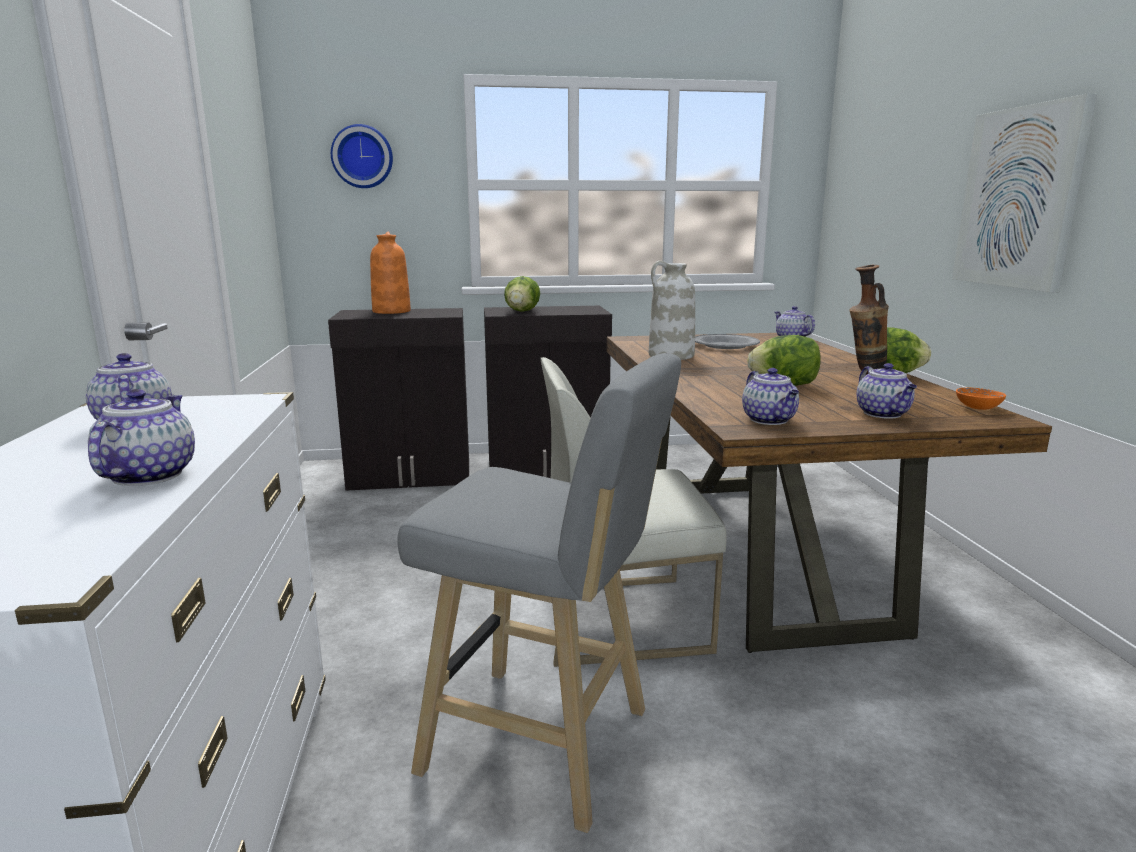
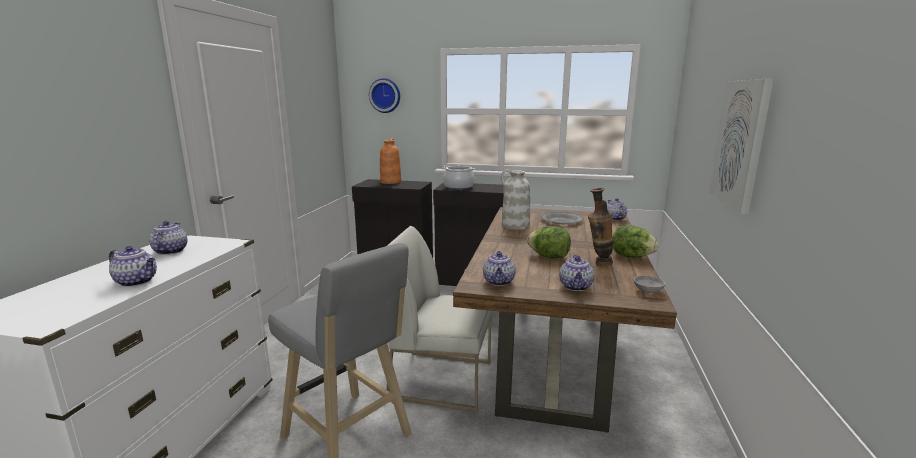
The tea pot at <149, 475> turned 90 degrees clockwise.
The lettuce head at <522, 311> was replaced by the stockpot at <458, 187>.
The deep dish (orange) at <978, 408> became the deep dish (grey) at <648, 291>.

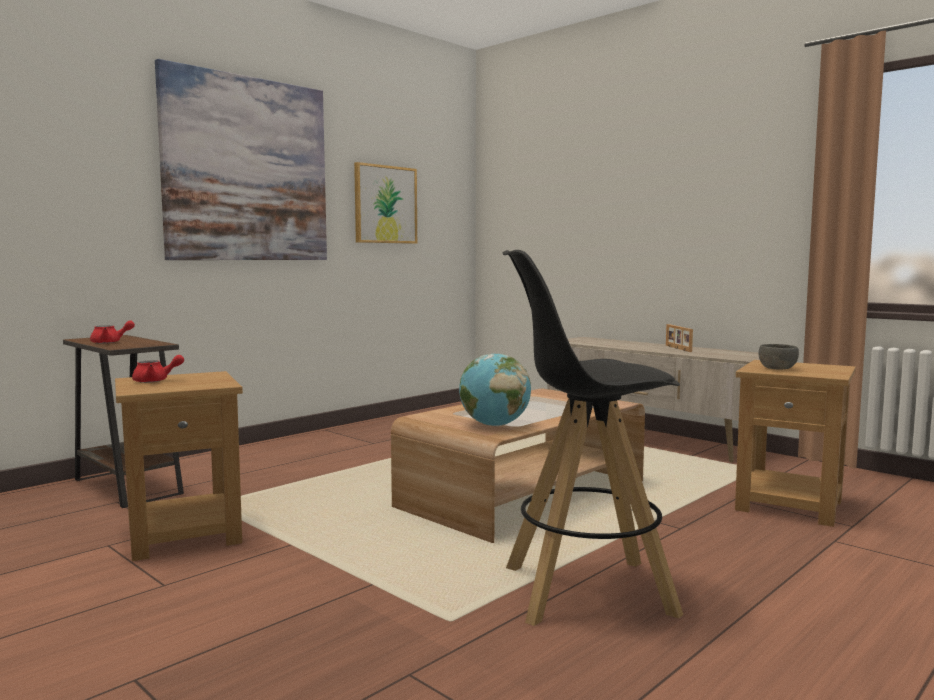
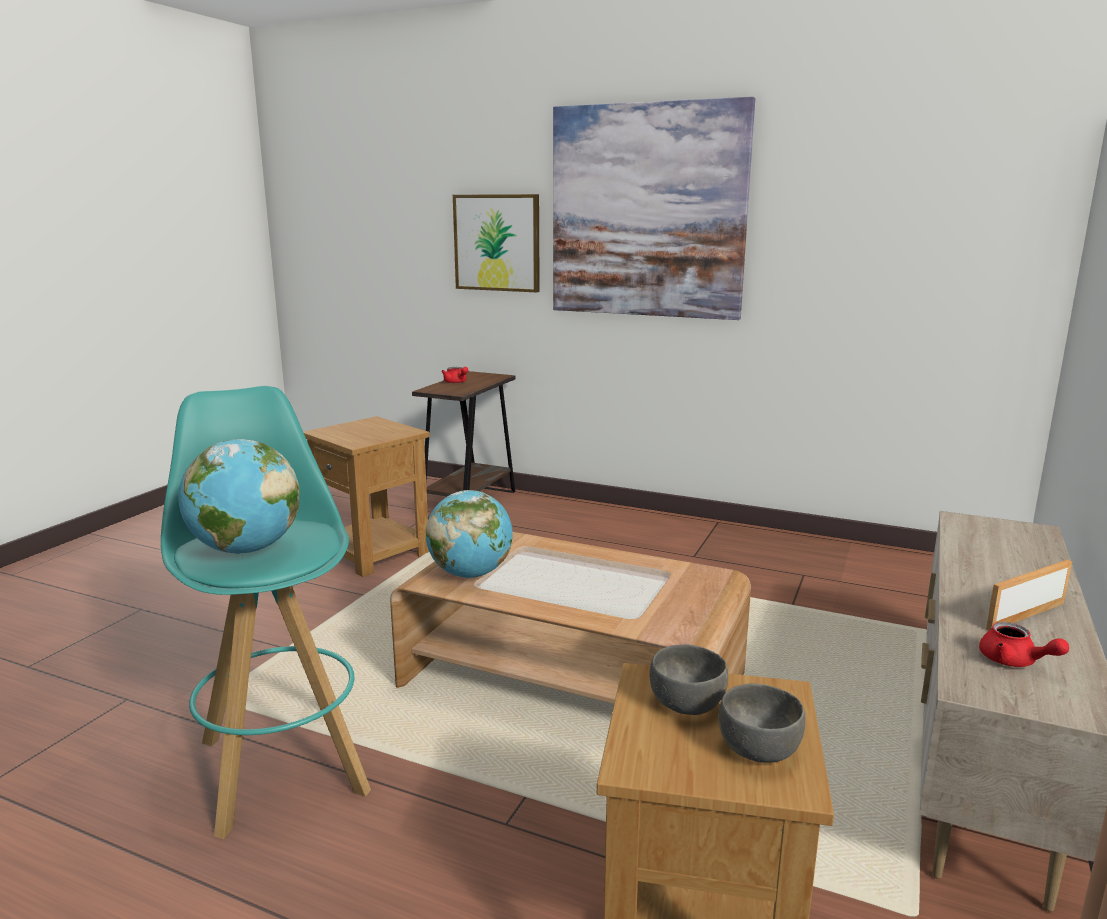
The sitting stool (black-coloured) at <585, 590> became the sitting stool (turquoise) at <283, 763>.
The world globe at <246, 550> appeared.
The picture moved from <385, 204> to <497, 243>.
The deep dish (grey) at <759, 749> appeared.
The tea pot (red-coloured) moved from <155, 381> to <1014, 661>.

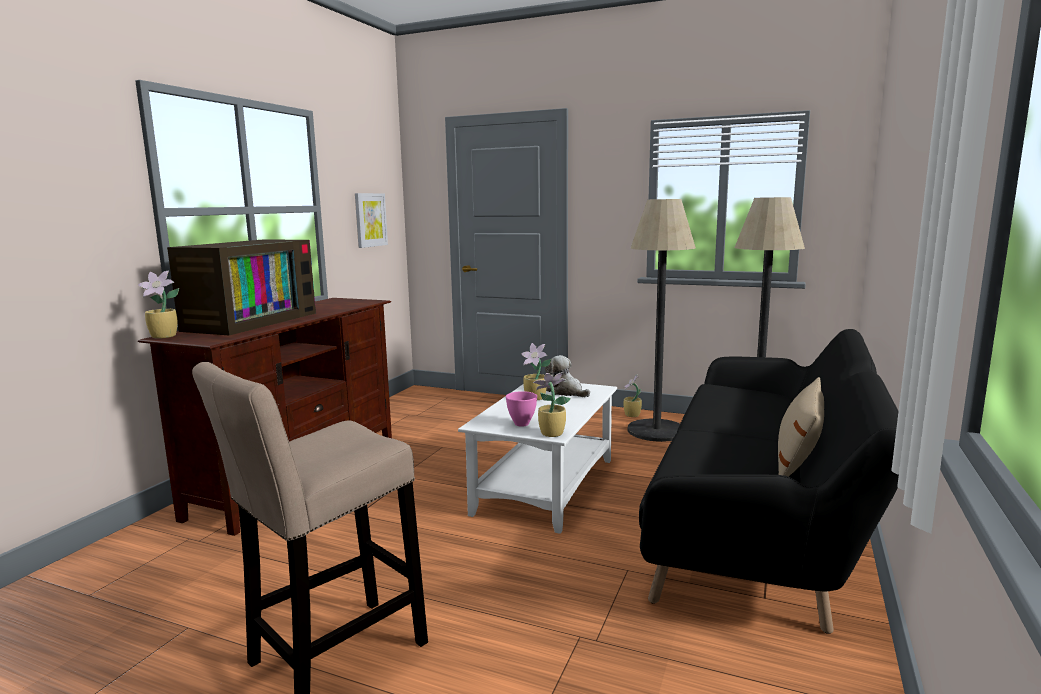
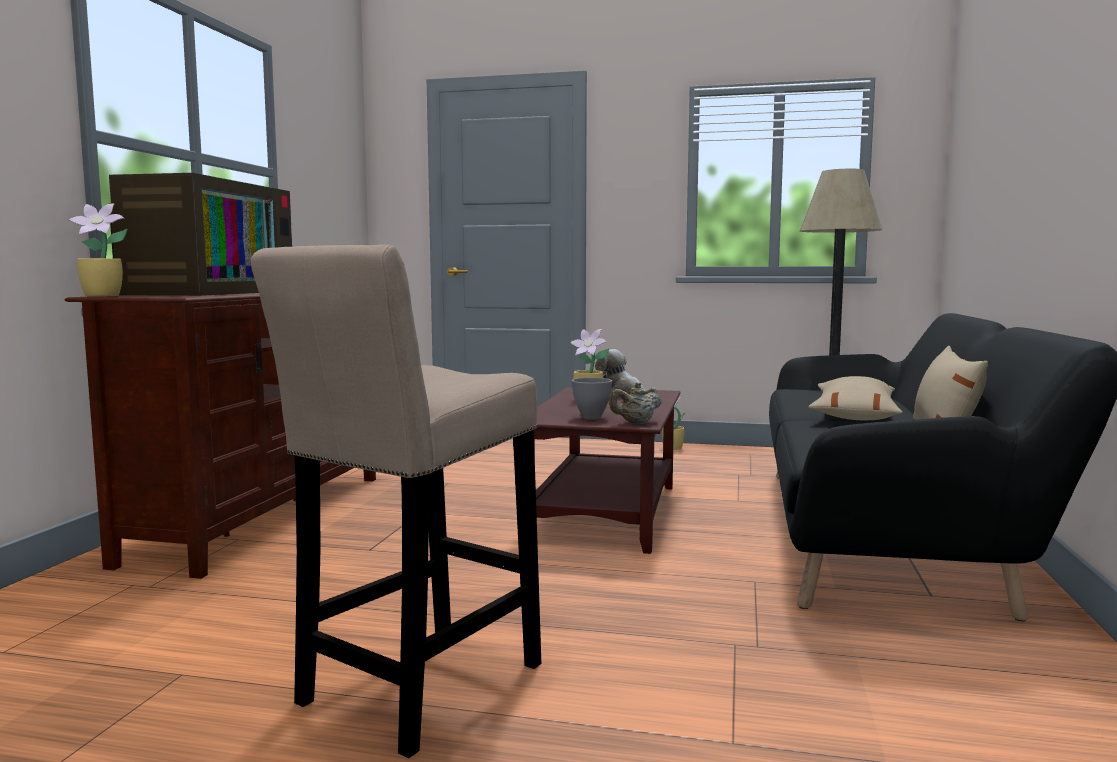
The lounge table (whitish) at <545, 487> became the lounge table (brown) at <605, 513>.
The deep dish (pink-coloured) at <521, 423> became the deep dish (grey) at <590, 417>.
The plant in a pot at <550, 433> was replaced by the tea pot (beige) at <635, 423>.
The pillow (beige) at <854, 415> appeared.
The picture at <370, 220> disappeared.
The standard lamp at <656, 431> disappeared.

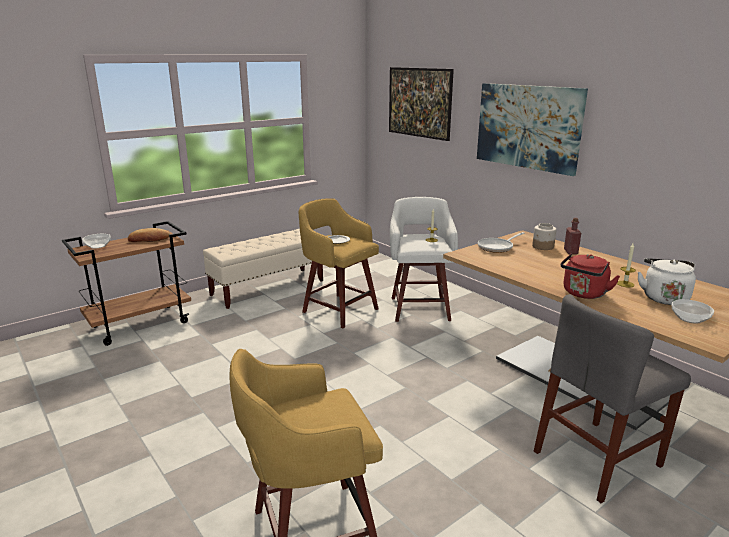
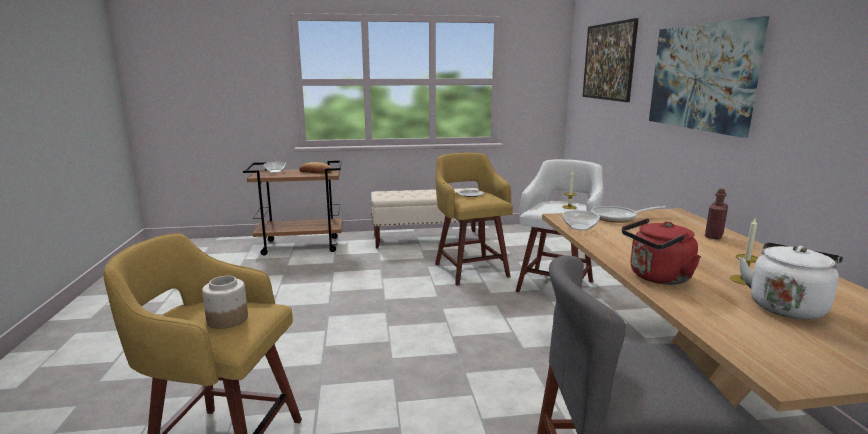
The preserve jar moved from <543, 247> to <227, 319>.
The deep dish moved from <690, 319> to <579, 227>.

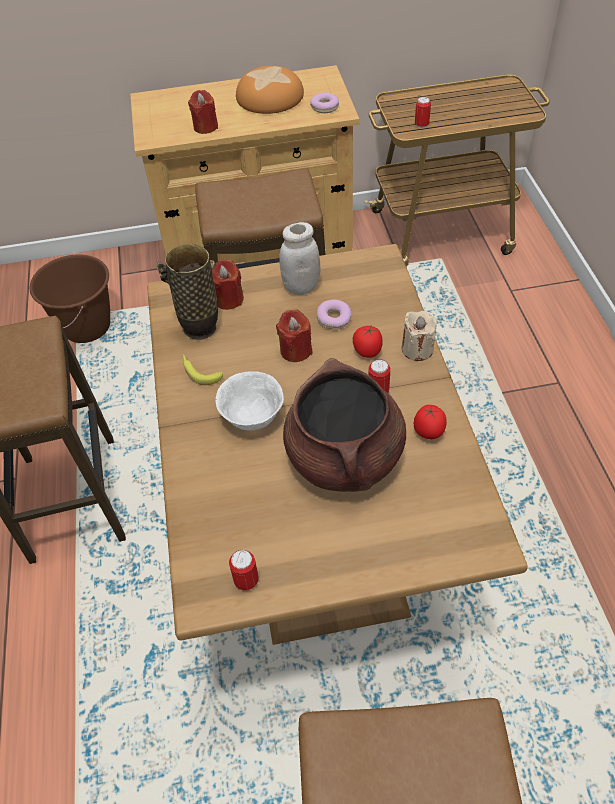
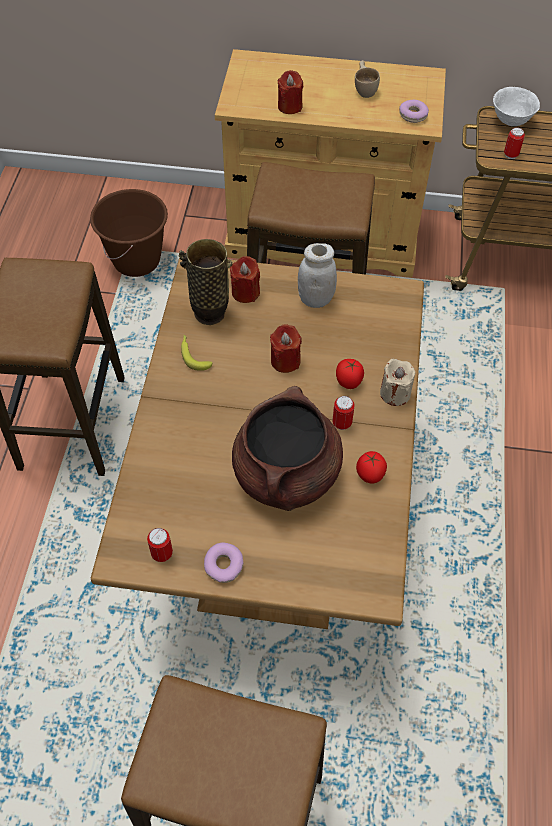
The doughnut moved from <334, 319> to <223, 565>.
The baked bread at <270, 97> was replaced by the drinking cup (beige) at <365, 89>.
The deep dish (whitish) moved from <253, 417> to <511, 120>.

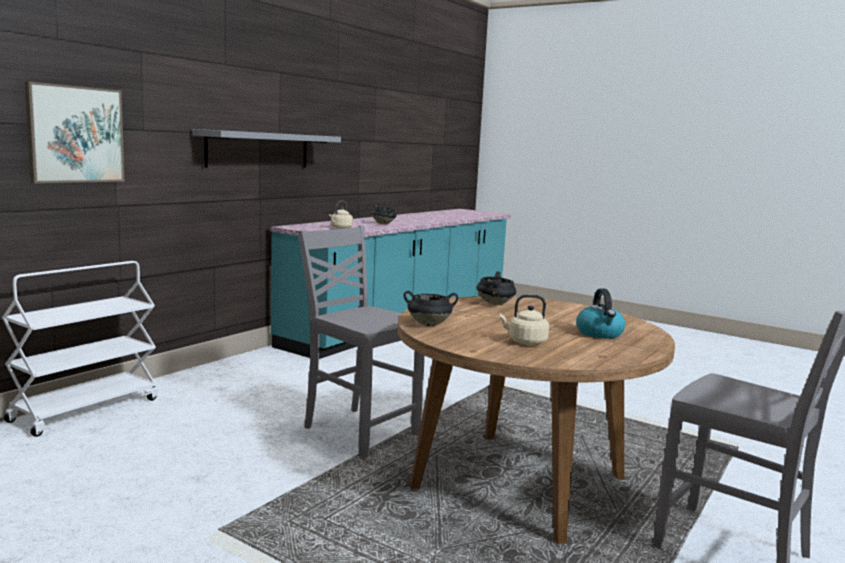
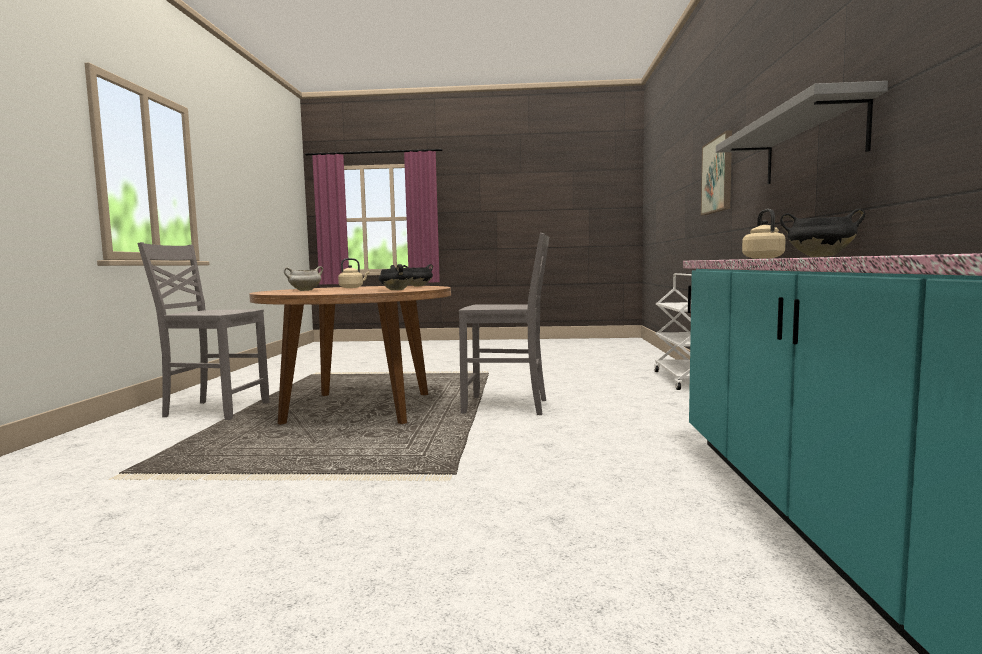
The kettle at <600, 333> was replaced by the stockpot (whitish) at <304, 290>.

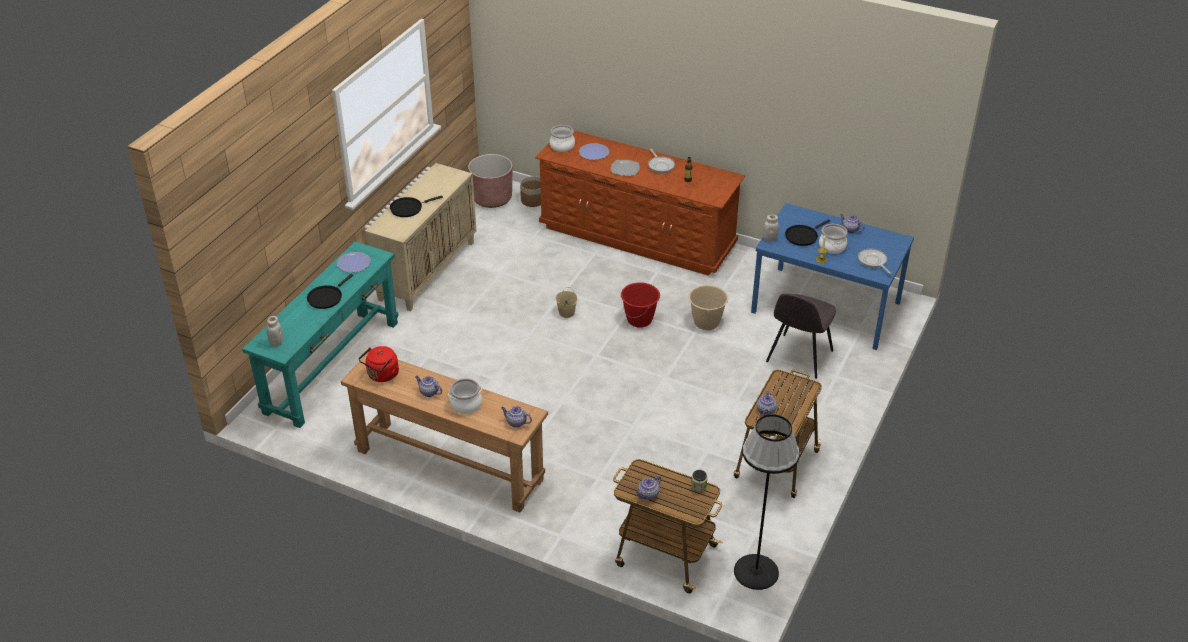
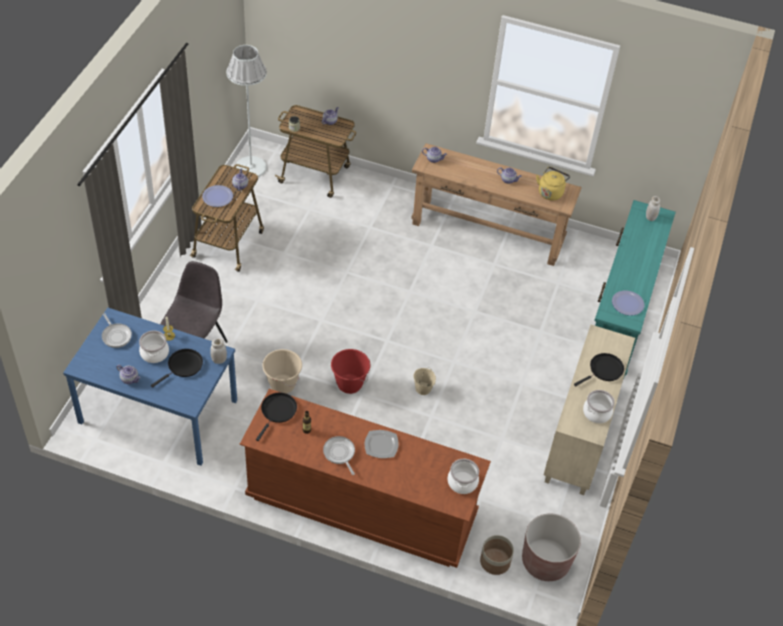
The dinner plate moved from <594, 152> to <217, 196>.
The standard lamp (black-coloured) at <756, 572> became the standard lamp (whitish) at <251, 167>.
The frying pan (black-coloured) moved from <326, 297> to <277, 411>.
The kettle (red-coloured) at <382, 375> became the kettle (yellow-coloured) at <551, 192>.
The stockpot moved from <466, 405> to <596, 412>.

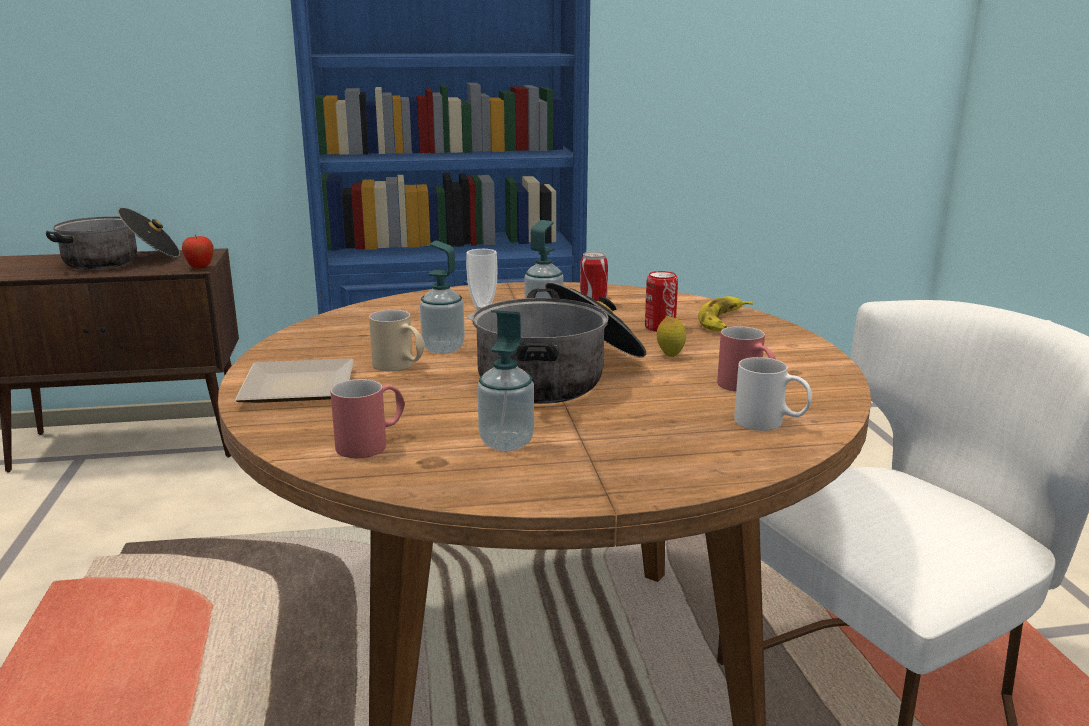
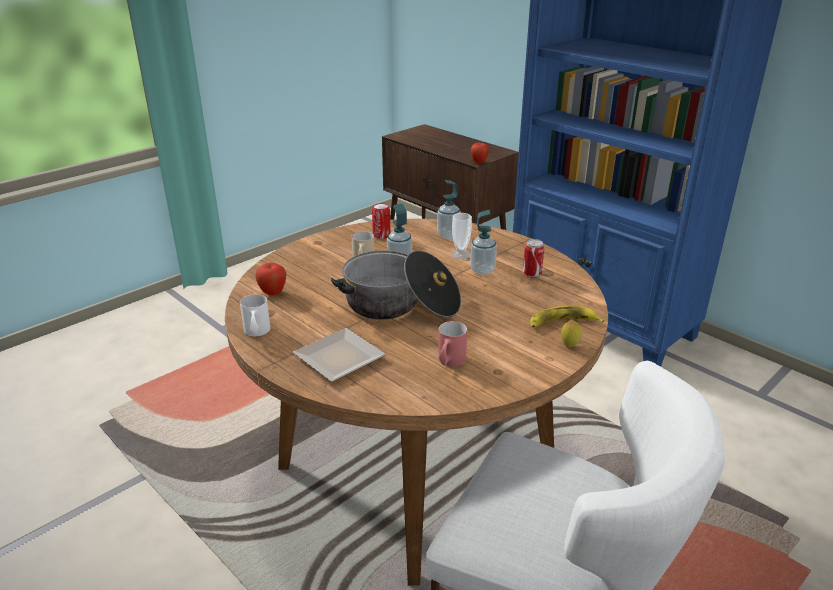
The mug (whitish) moved from <770, 424> to <257, 333>.
The mug (red-coloured) at <372, 443> was replaced by the whole apple at <273, 293>.
The dinner plate moved from <302, 386> to <342, 358>.
The can moved from <660, 327> to <381, 235>.
The soap bottle moved from <506, 442> to <448, 235>.
The whole lemon moved from <670, 355> to <569, 345>.
The stockpot at <120, 260> disappeared.

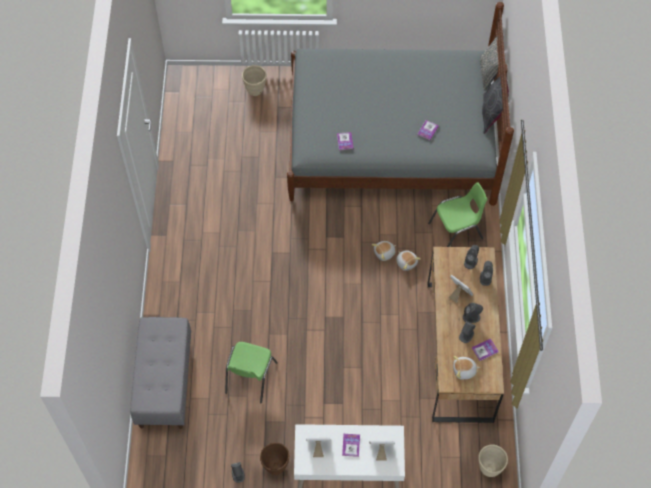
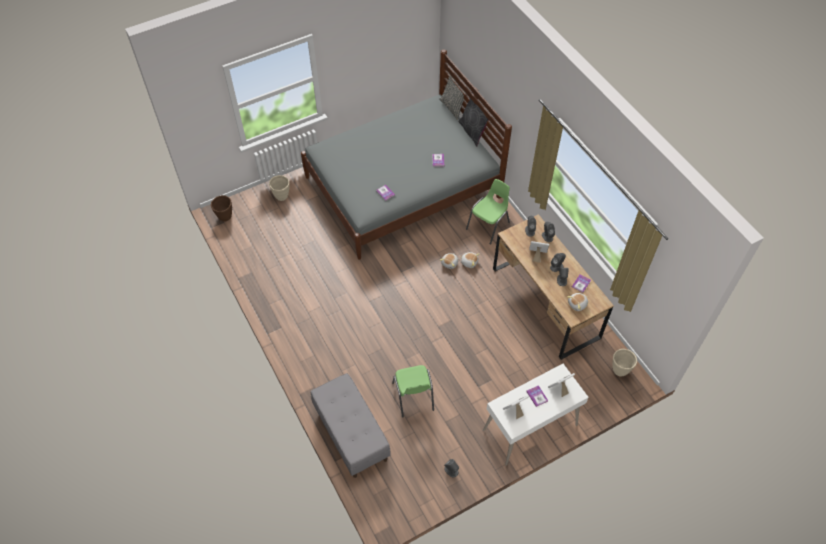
The planter (brown) moved from <275, 466> to <225, 217>.

